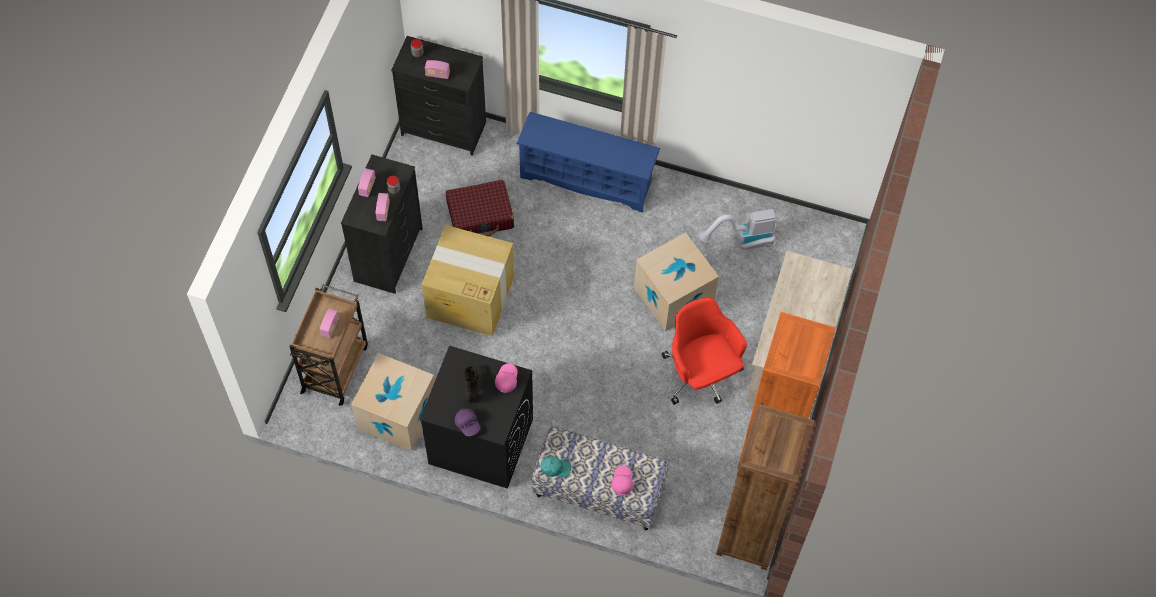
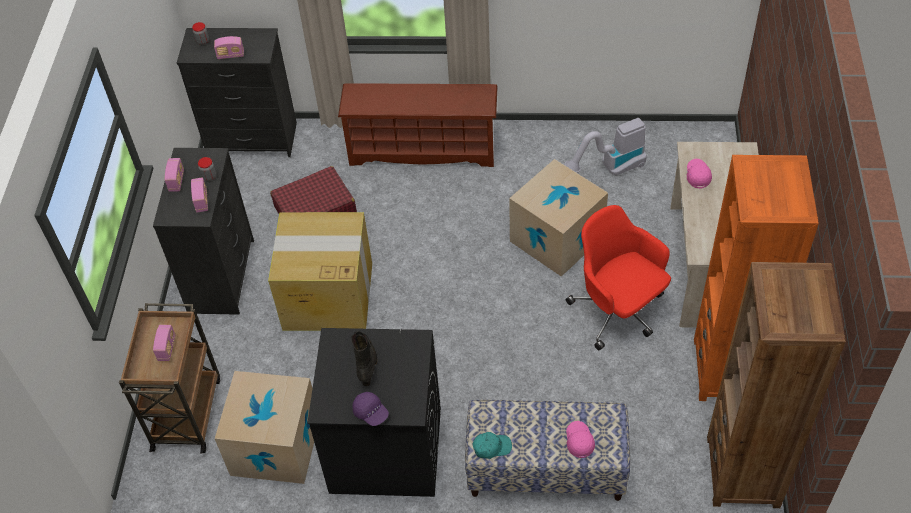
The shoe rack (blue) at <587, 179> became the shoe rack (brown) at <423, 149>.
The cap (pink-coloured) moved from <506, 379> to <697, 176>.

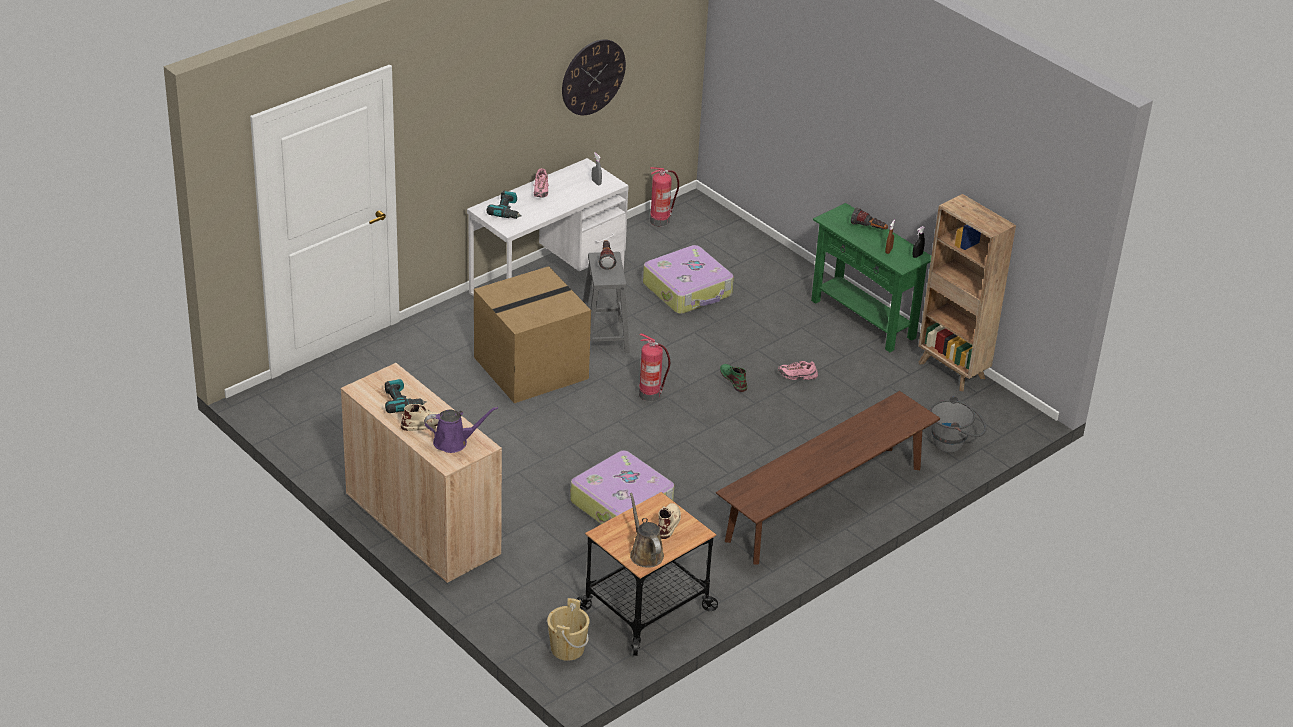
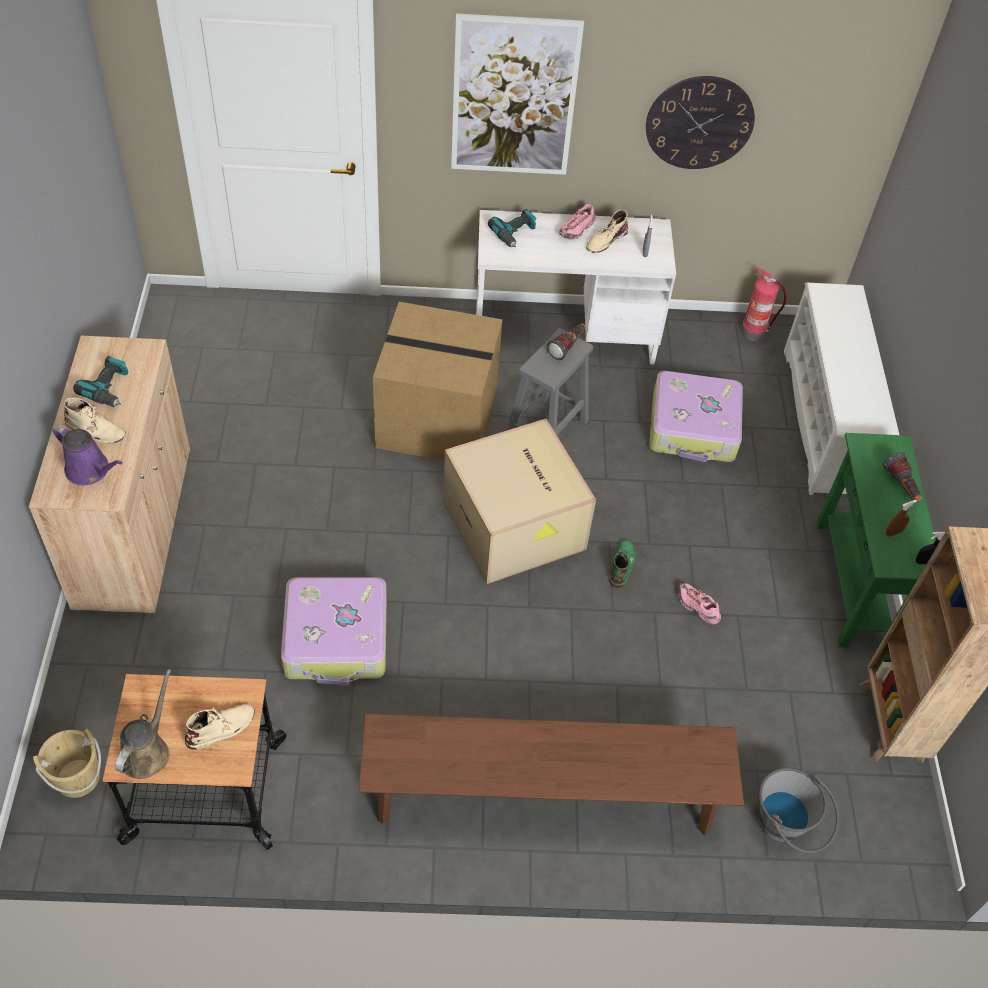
The fire extinguisher at <651, 394> was replaced by the packing box at <516, 526>.
The picture at <514, 97> appeared.
The high-top boot (beige) at <606, 240> appeared.
The shoe rack (whitish) at <825, 421> appeared.

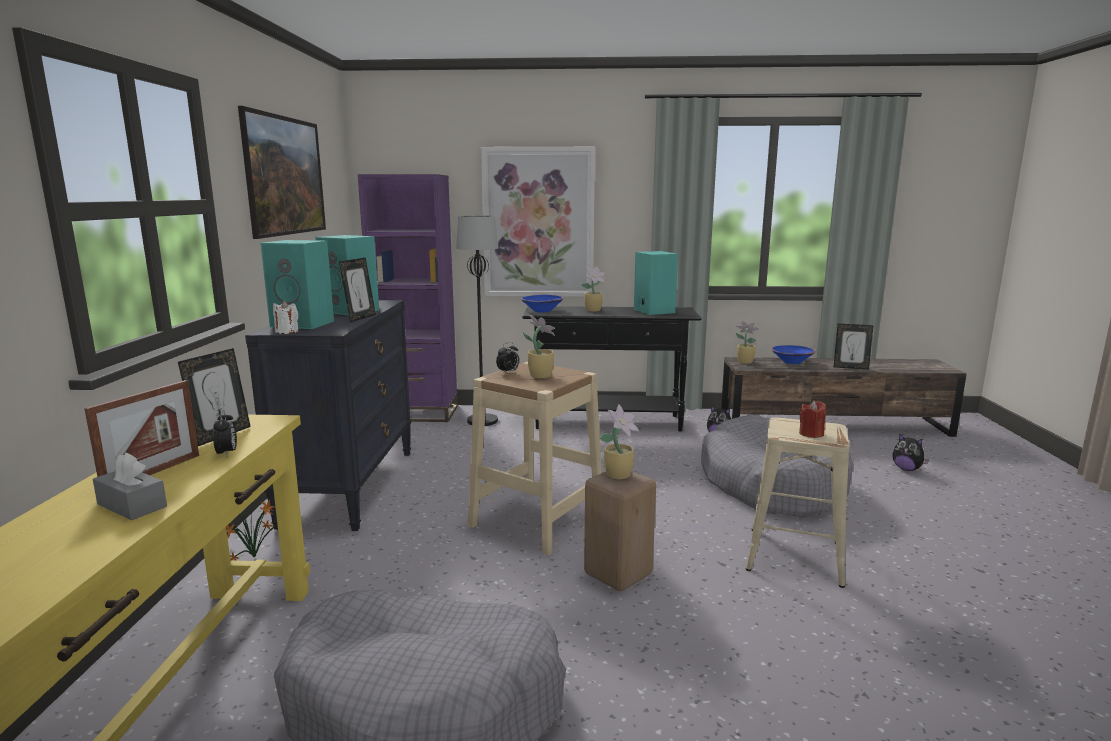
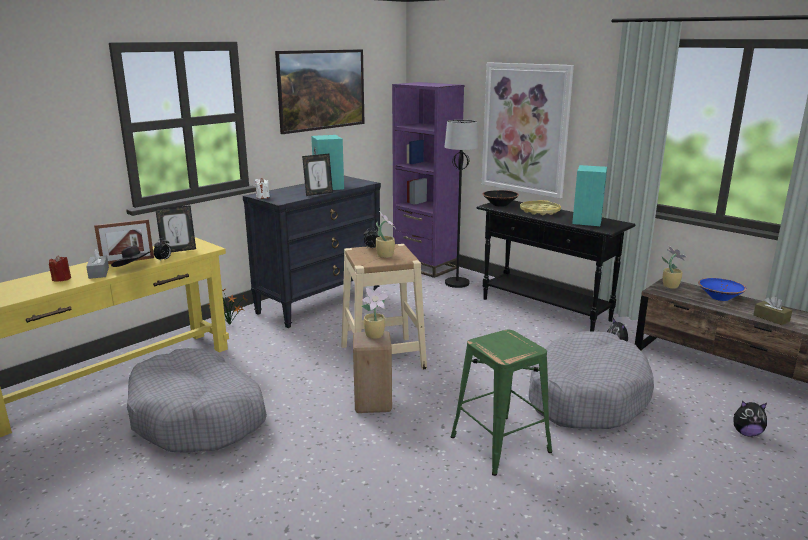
The wax light (red-coloured) moved from <811, 434> to <62, 279>.
The wearable hat (black-coloured) at <133, 268> appeared.
The sitting stool (beige) at <794, 555> became the sitting stool (green) at <501, 444>.
The deep dish (blue) at <542, 311> became the deep dish (black-coloured) at <500, 205>.
The plant in a pot at <594, 310> was replaced by the serving tray (yellow-coloured) at <540, 211>.
The soft toy at <907, 469> turned 75 degrees counterclockwise.
The picture frame at <850, 367> was replaced by the tissue box (brown) at <771, 318>.
The loudspeaker (turquoise) at <304, 324> disappeared.

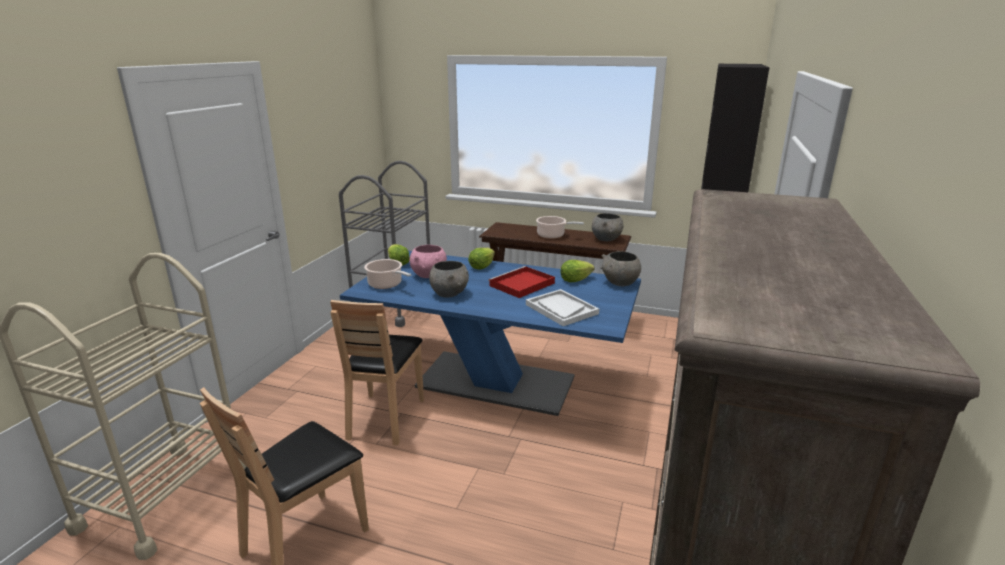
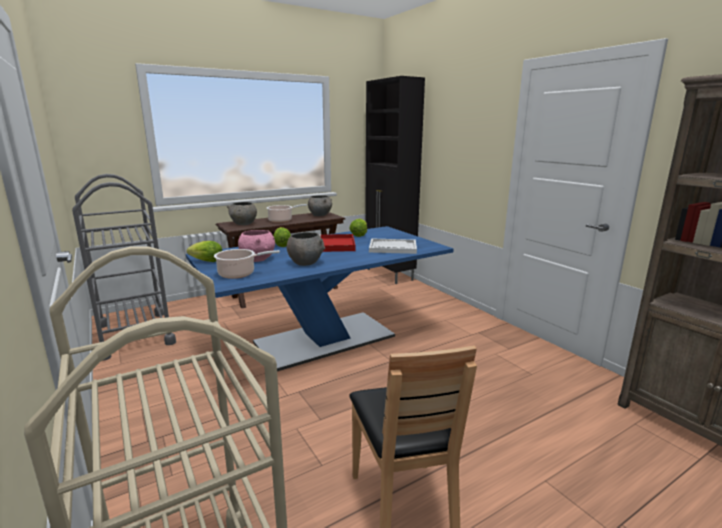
The deep dish (grey) moved from <620, 283> to <243, 224>.
The upright chair (brown) at <385, 418> disappeared.

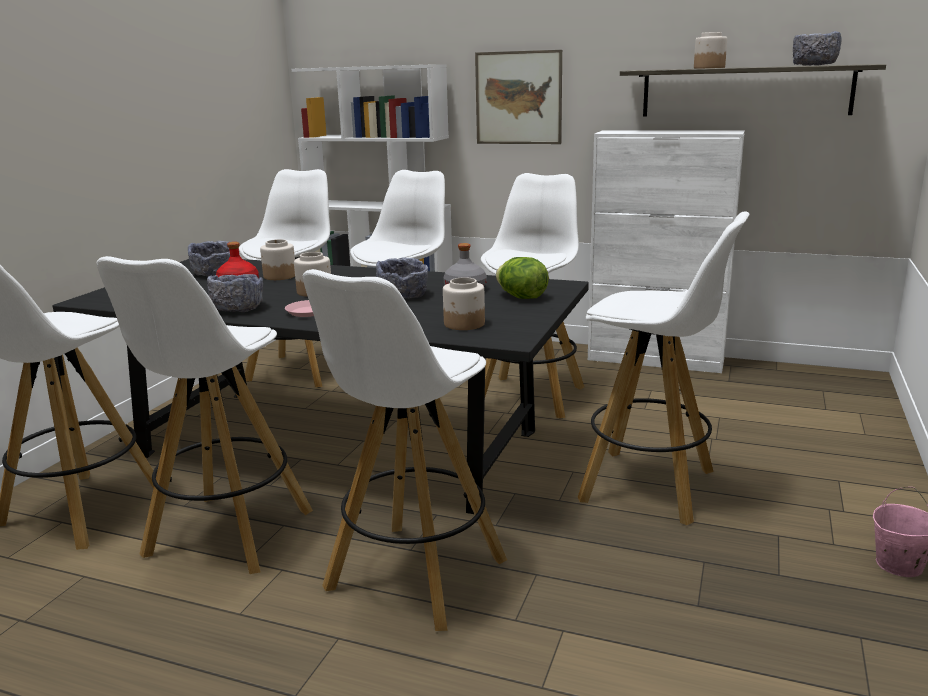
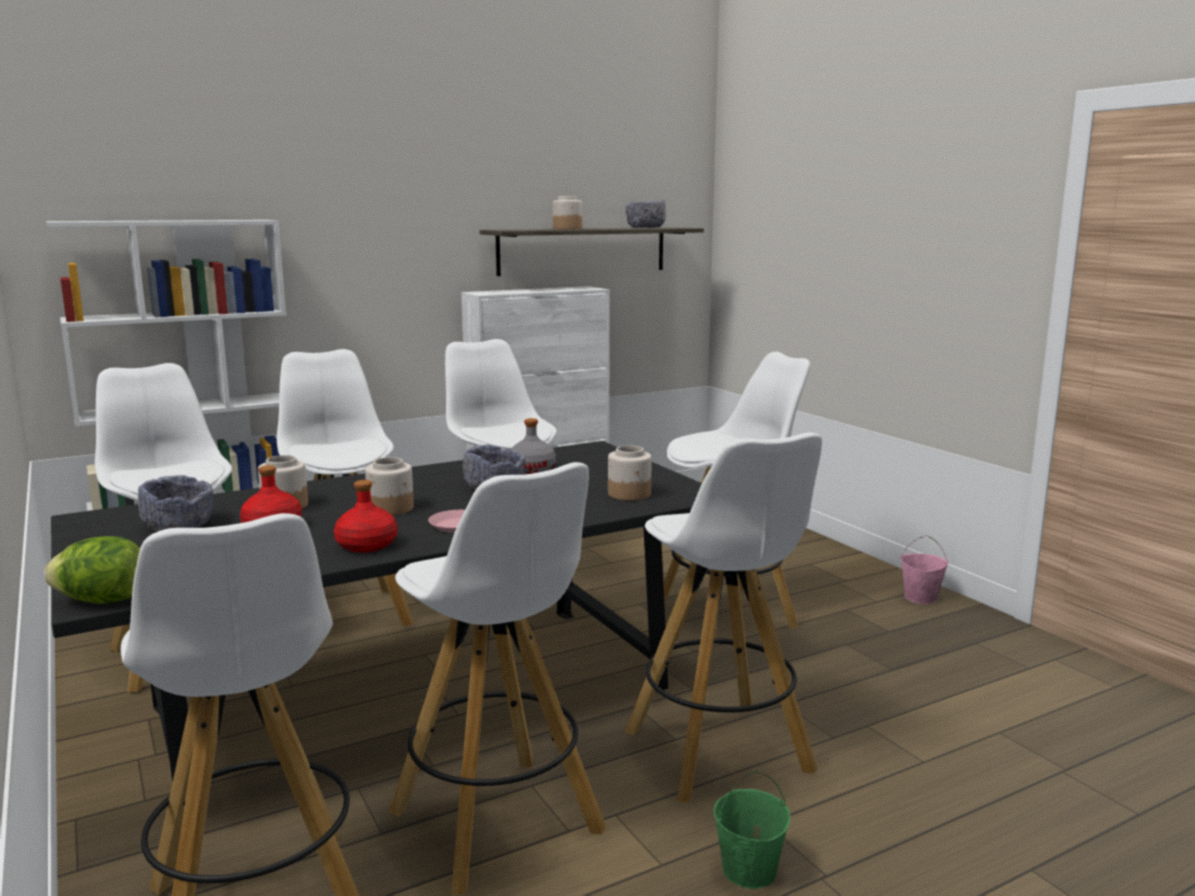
The lettuce head moved from <521, 297> to <102, 601>.
The deep dish (grey) at <237, 309> was replaced by the beverage bottle (red-coloured) at <366, 545>.
The pail (green) at <748, 870> appeared.
The picture at <518, 98> disappeared.

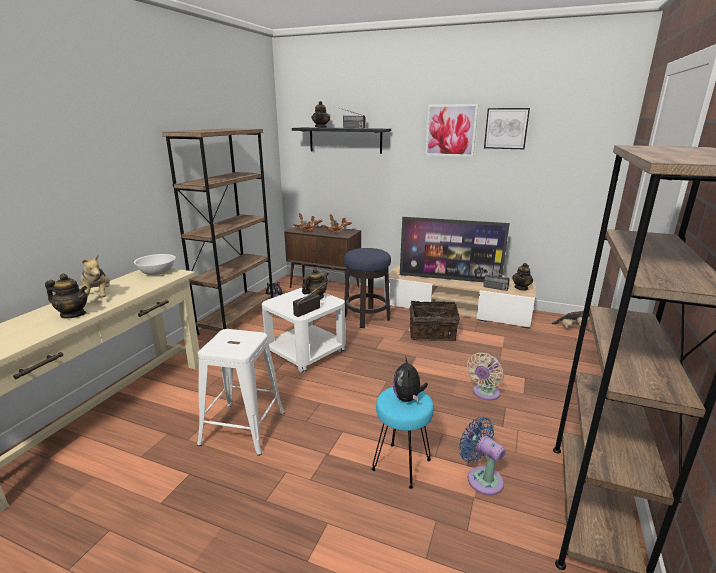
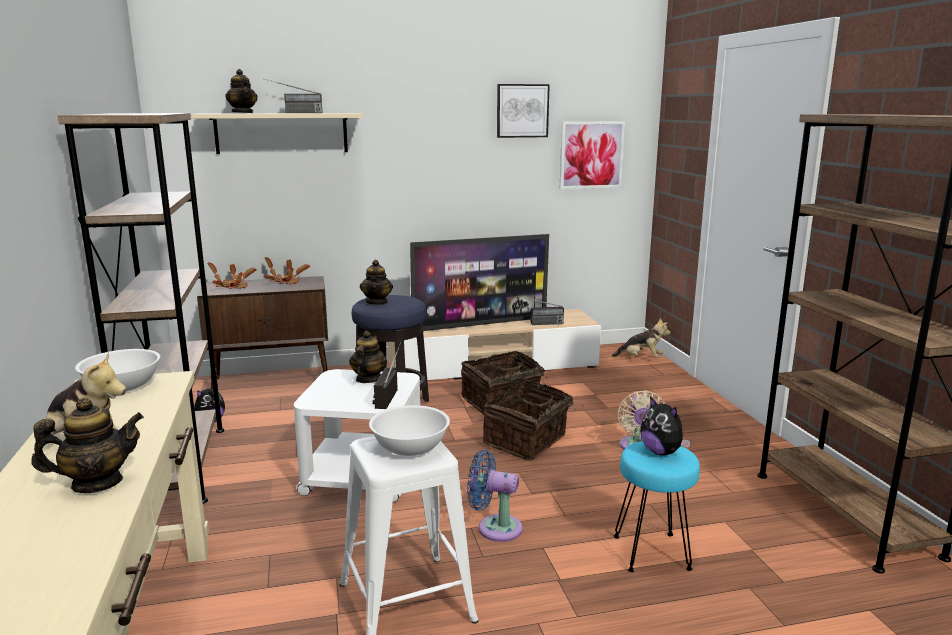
The bracket shelf (black-coloured) at <345, 140> became the bracket shelf (beige) at <281, 133>.
The tea pot moved from <521, 288> to <377, 302>.
The deep dish (whitish) at <411, 448> appeared.
The cooling fan (blue) moved from <481, 478> to <495, 527>.
The storage basket at <527, 441> appeared.
The picture moved from <451, 130> to <591, 155>.

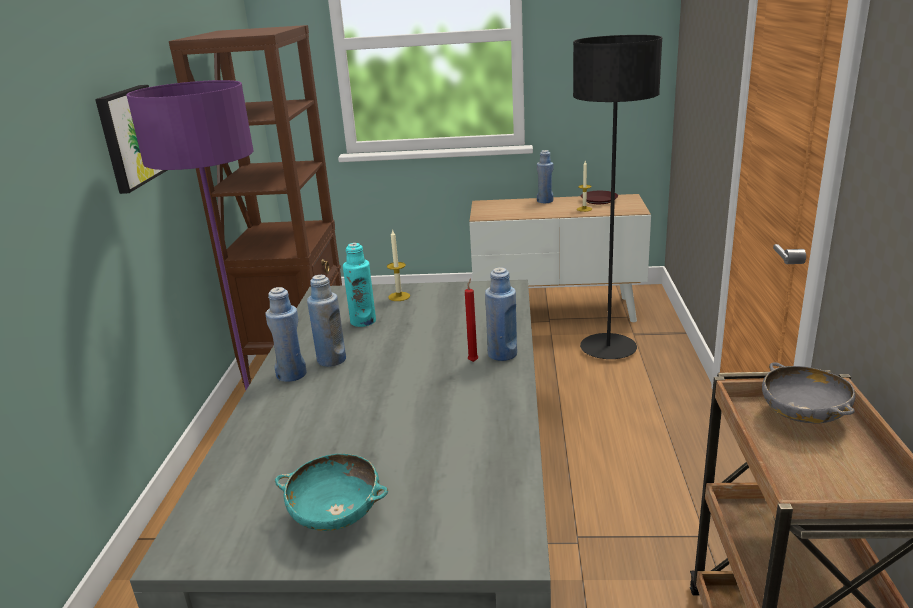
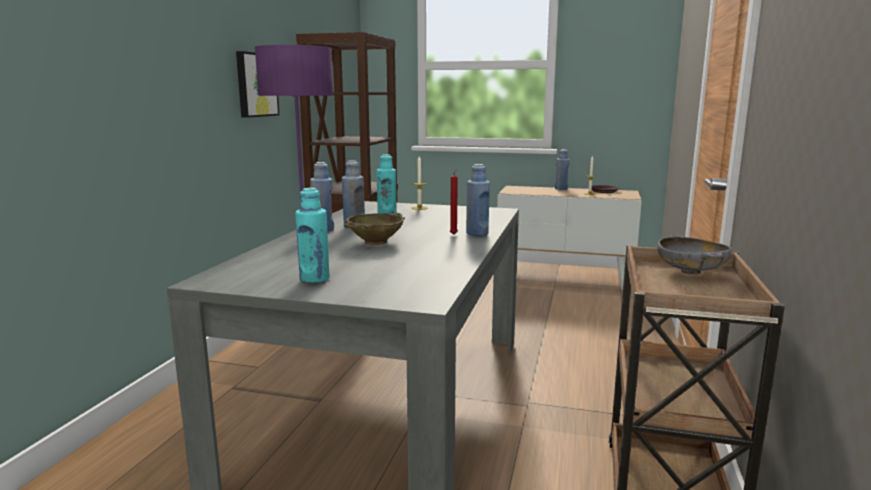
The deep dish (turquoise) at <336, 516> was replaced by the beverage bottle (turquoise) at <314, 279>.
The deep dish (beige) at <375, 242> appeared.
The standard lamp (black-coloured) at <608, 349> disappeared.

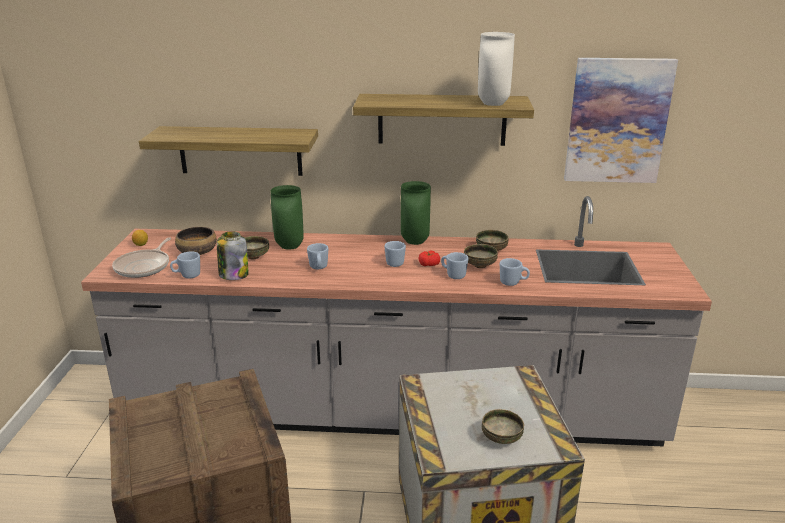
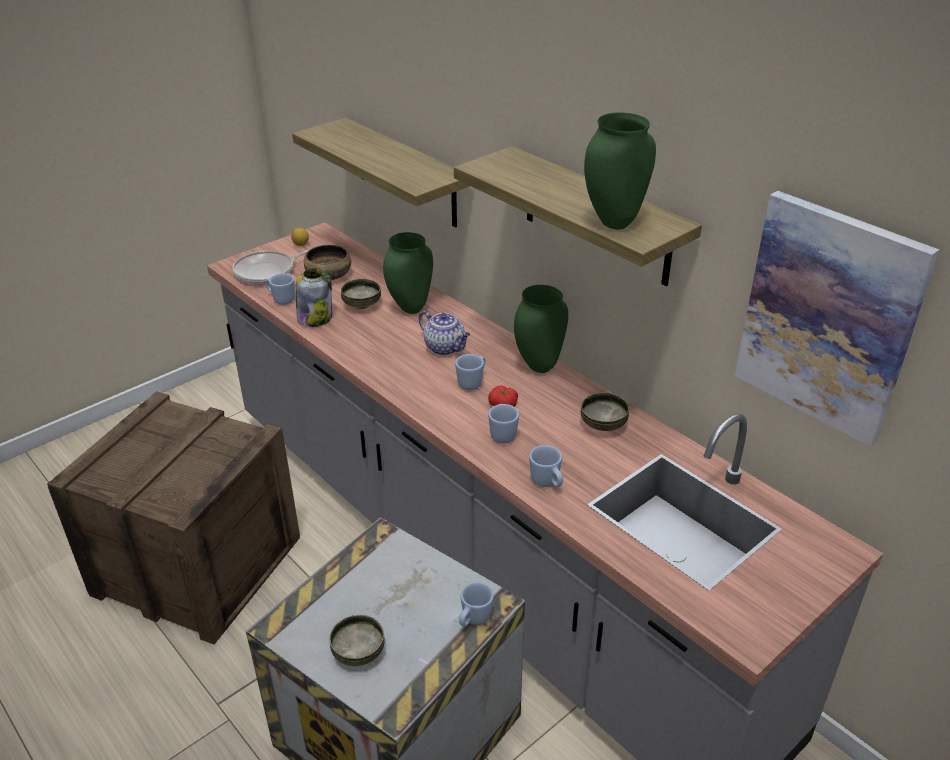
The tea pot at <445, 348> appeared.
The mug (blue) moved from <318, 268> to <473, 620>.
The decorative vase (whitish) at <492, 104> became the decorative vase (green) at <613, 222>.
The deep dish at <480, 266> disappeared.

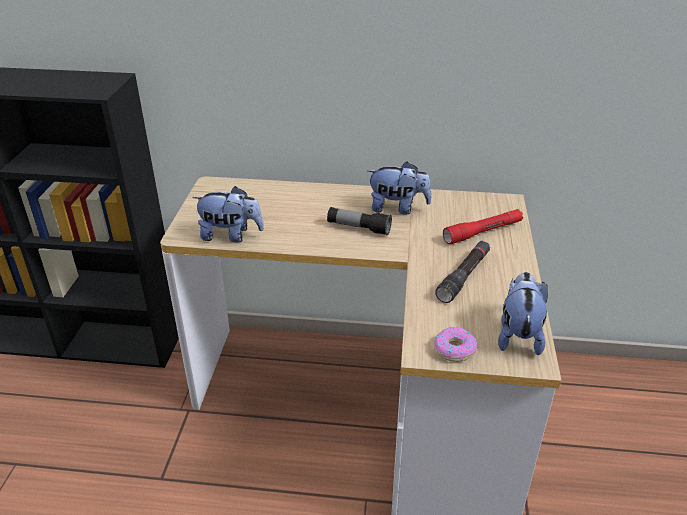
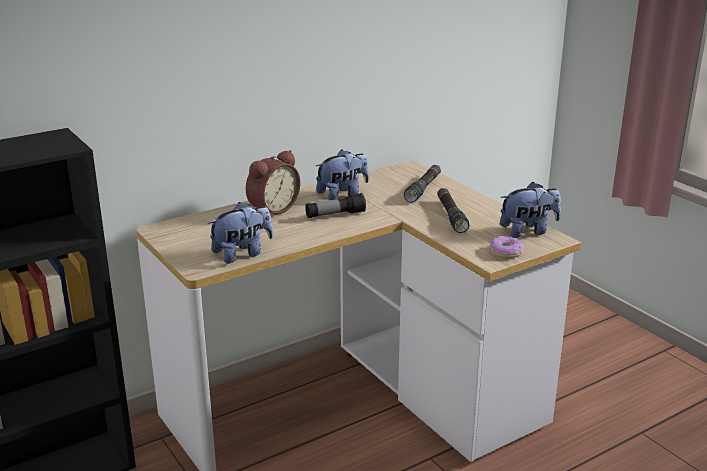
The bedside clock at <271, 209> appeared.
The hand torch (red-coloured) at <483, 232> became the hand torch (black-coloured) at <423, 188>.
The soft toy at <518, 335> turned 105 degrees clockwise.

